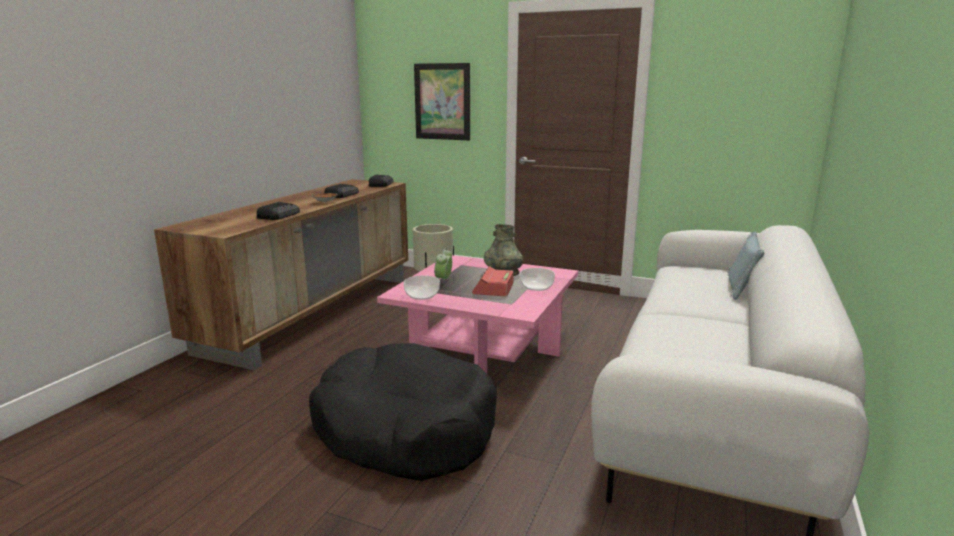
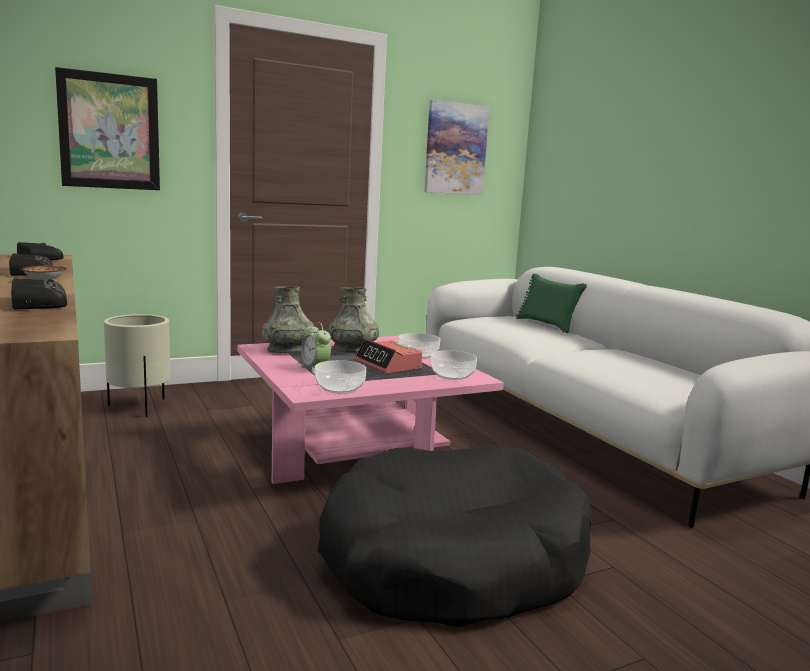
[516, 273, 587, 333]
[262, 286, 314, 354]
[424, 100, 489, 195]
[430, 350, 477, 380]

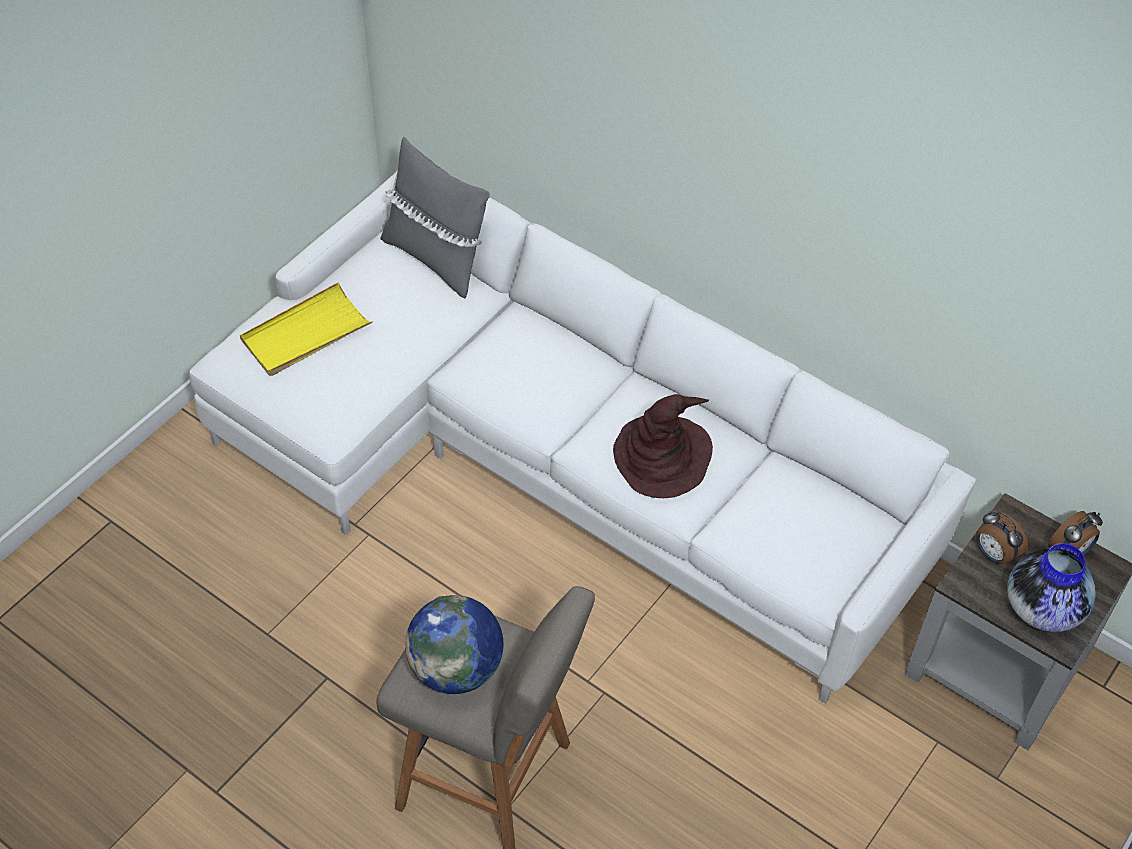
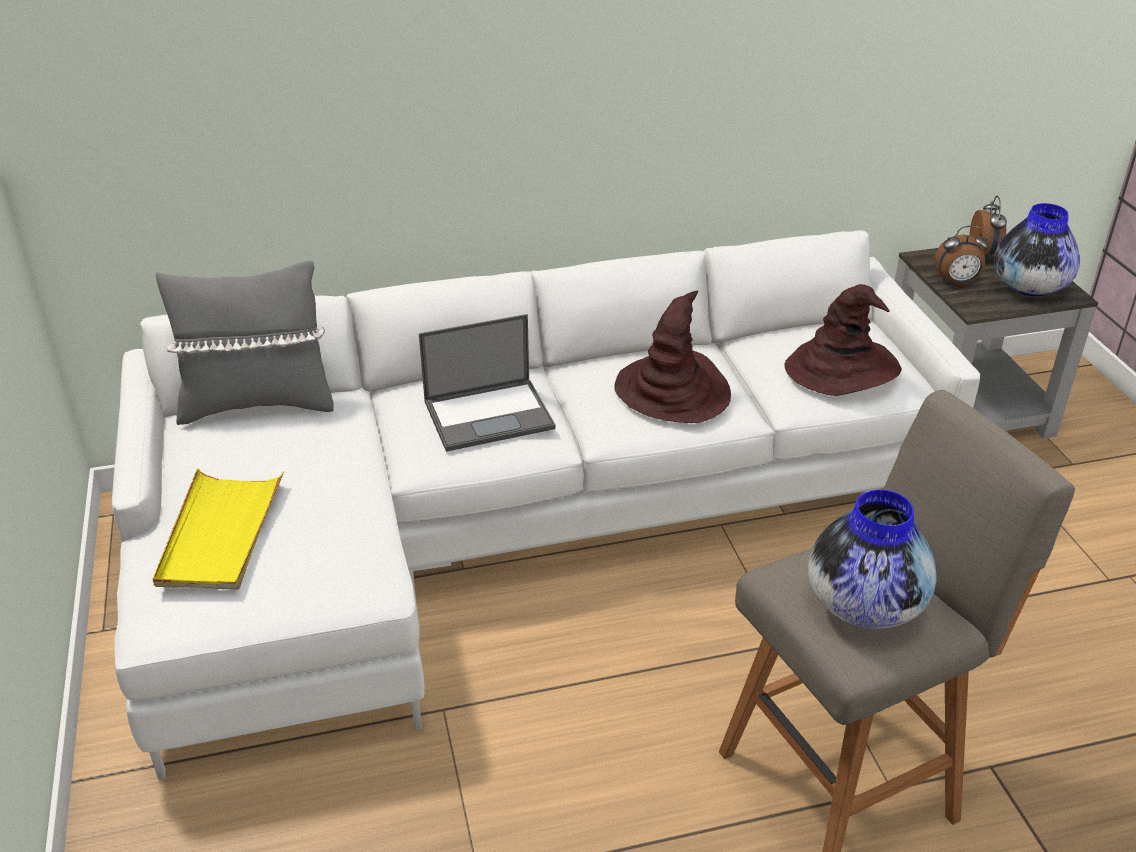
[808, 489, 937, 629]
[419, 314, 555, 452]
[785, 284, 902, 396]

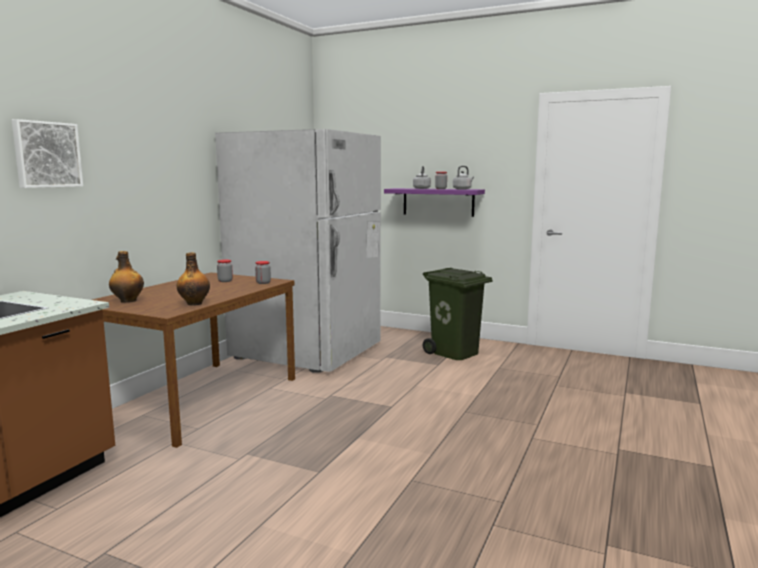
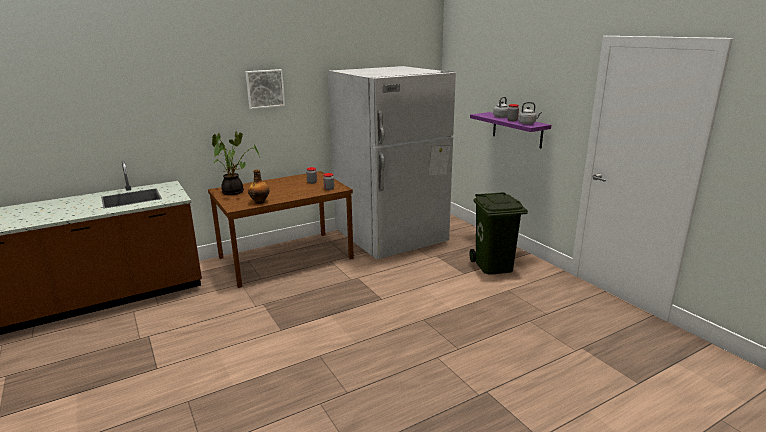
[245, 69, 285, 109]
[212, 131, 260, 195]

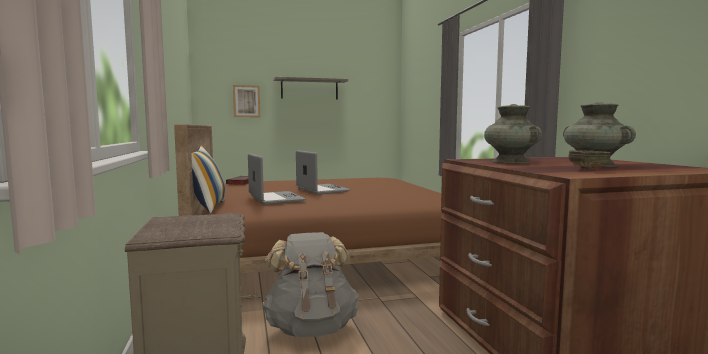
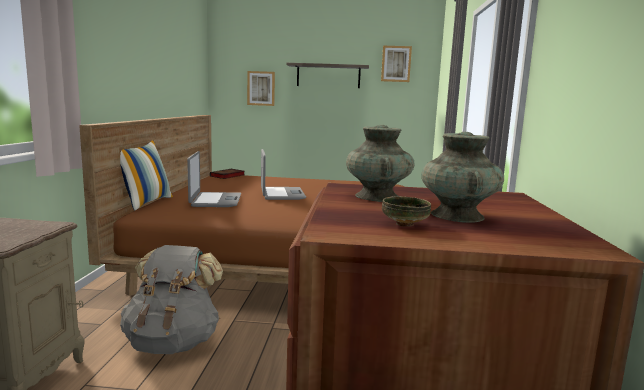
[381, 46, 412, 82]

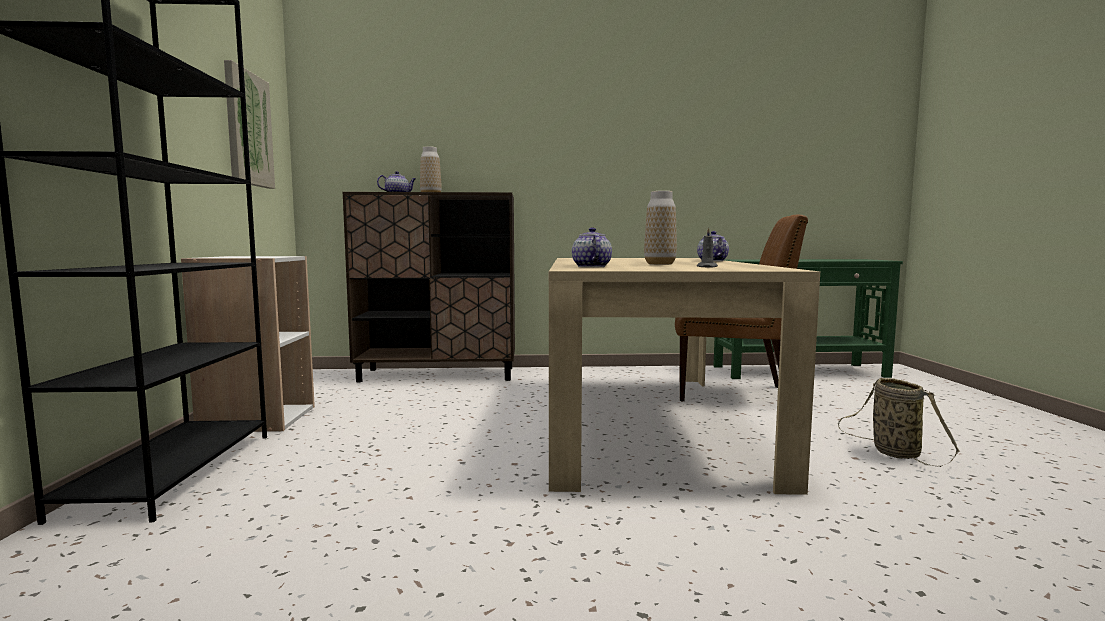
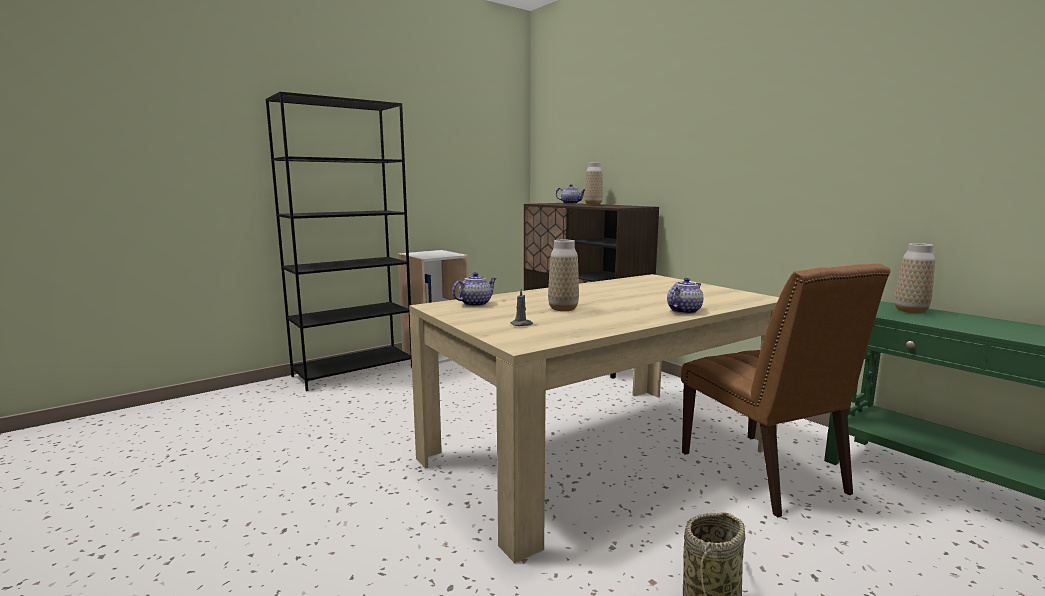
[224, 60, 275, 189] (first image)
[894, 243, 935, 313]

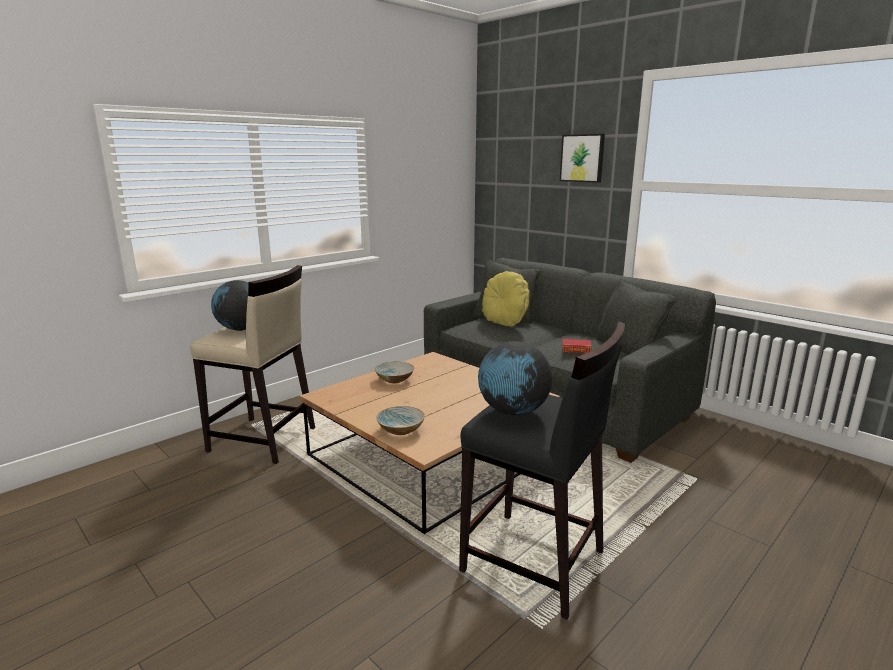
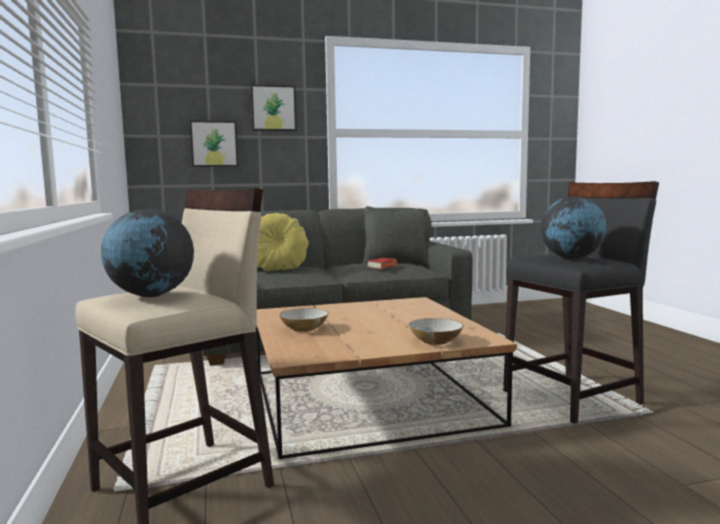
[190, 121, 238, 167]

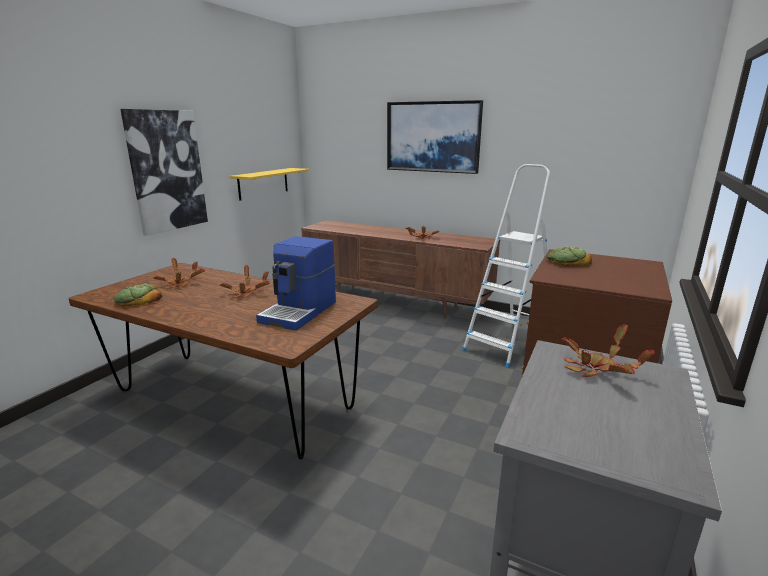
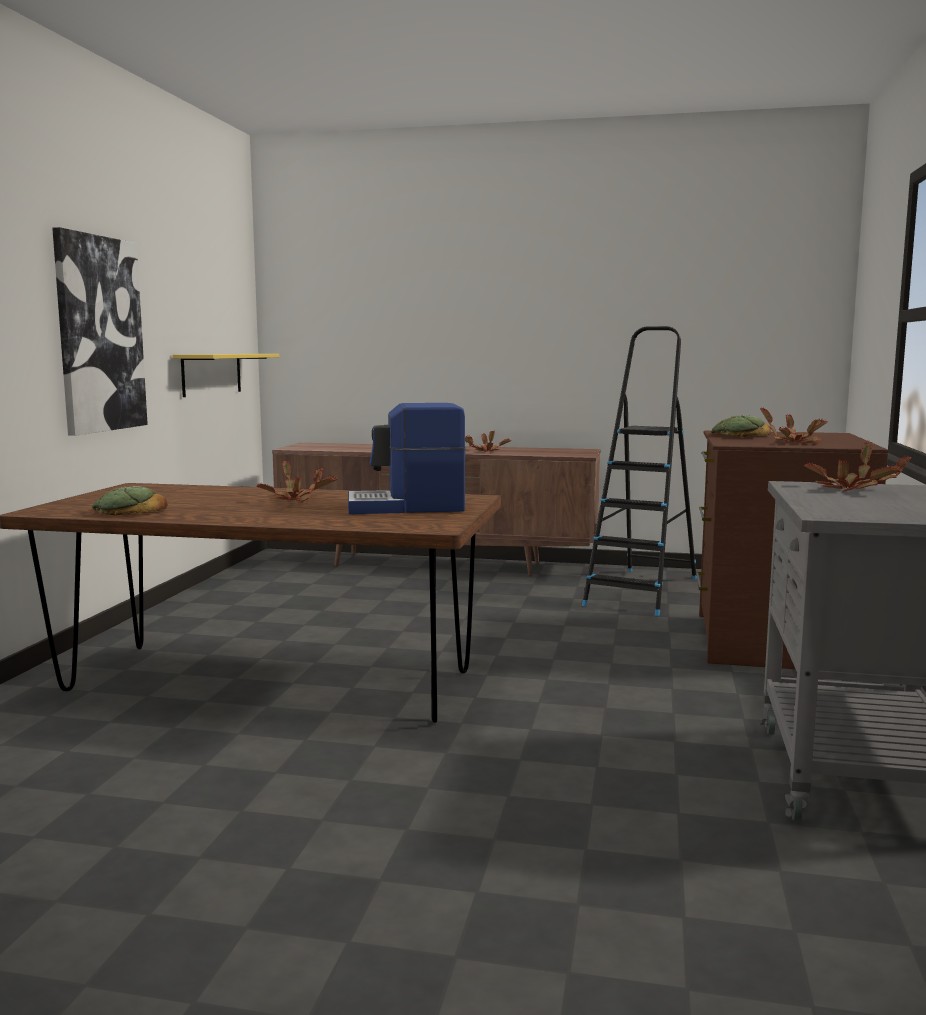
[760, 408, 828, 443]
[348, 403, 466, 514]
[387, 100, 483, 174] (first image)
[582, 326, 697, 616]

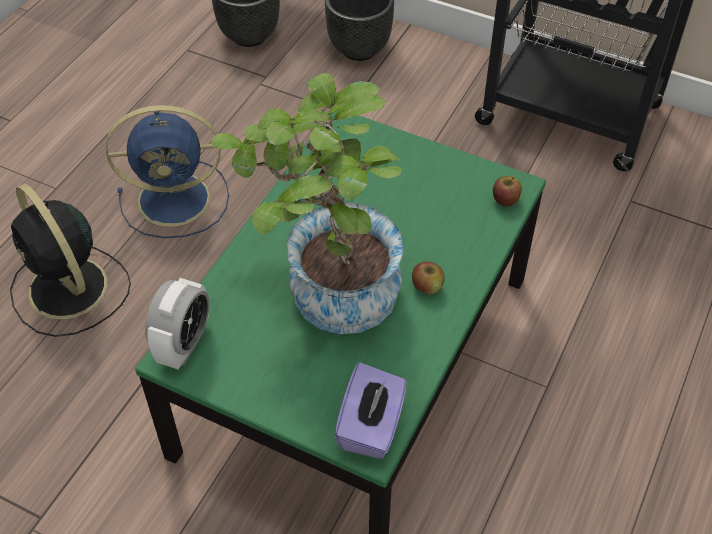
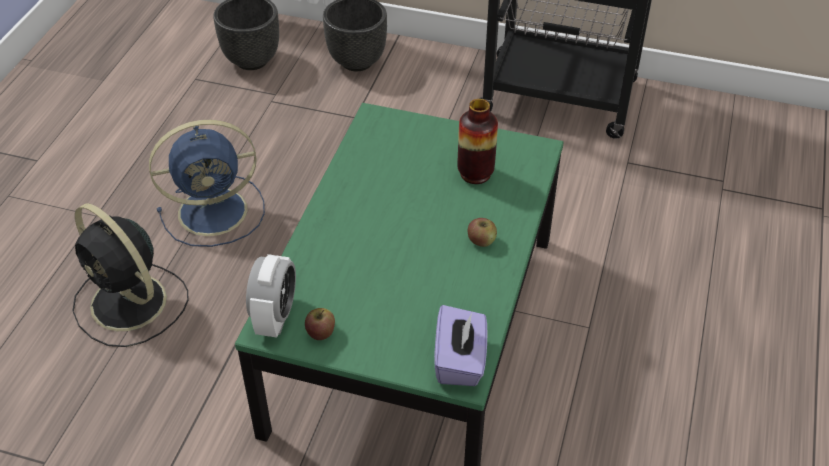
[212, 73, 404, 334] (first image)
[305, 308, 335, 340]
[458, 99, 498, 184]

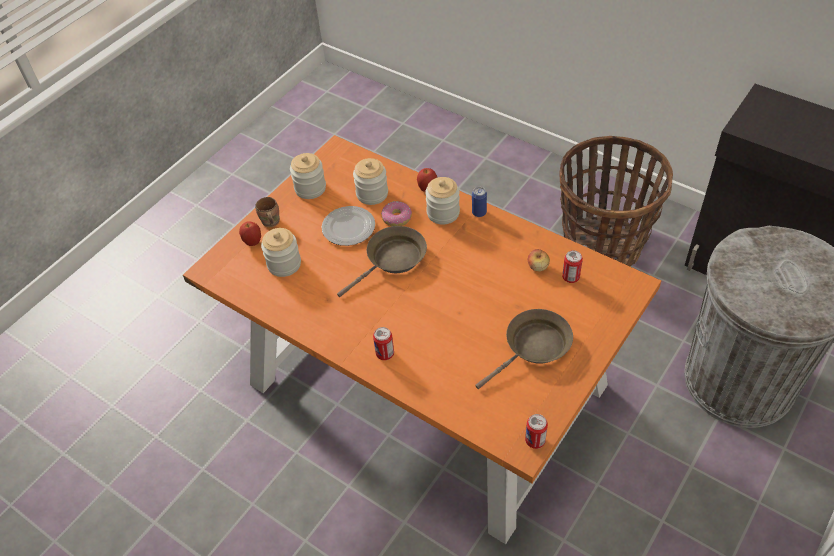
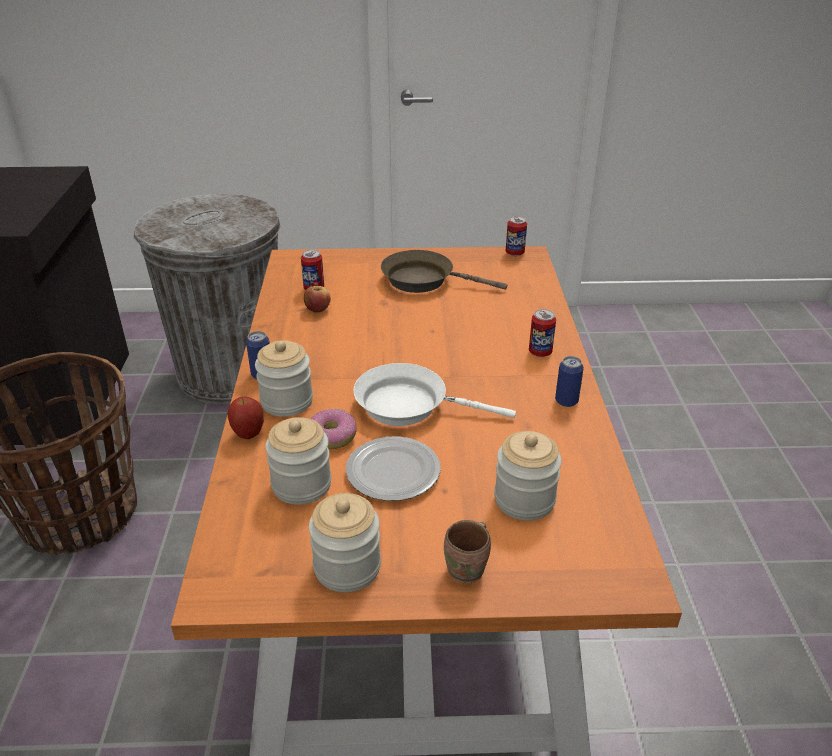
[239, 221, 261, 246] (first image)
[353, 363, 516, 426]
[555, 356, 584, 407]

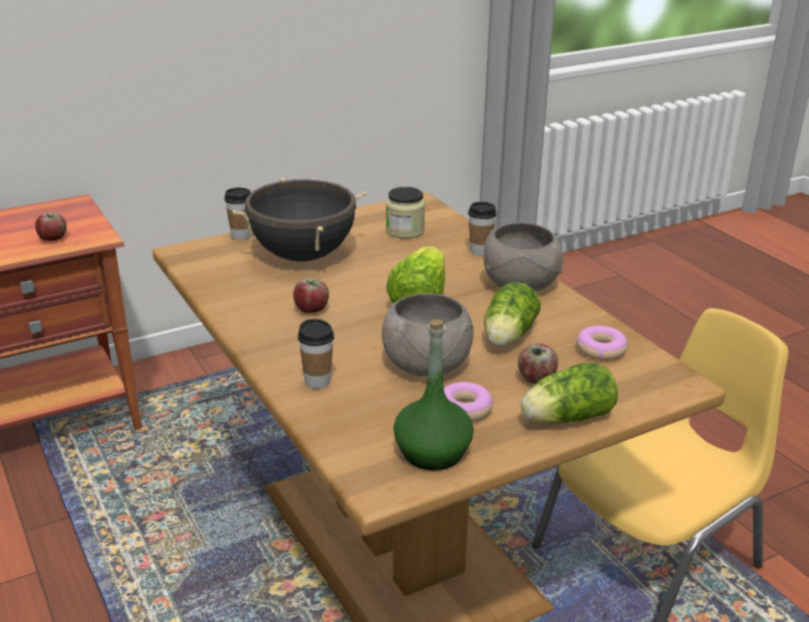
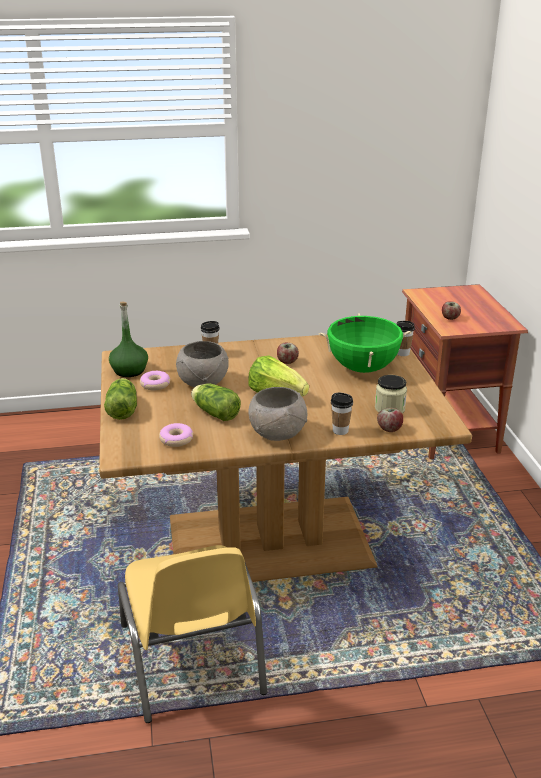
[319, 313, 412, 373]
[377, 408, 403, 432]

